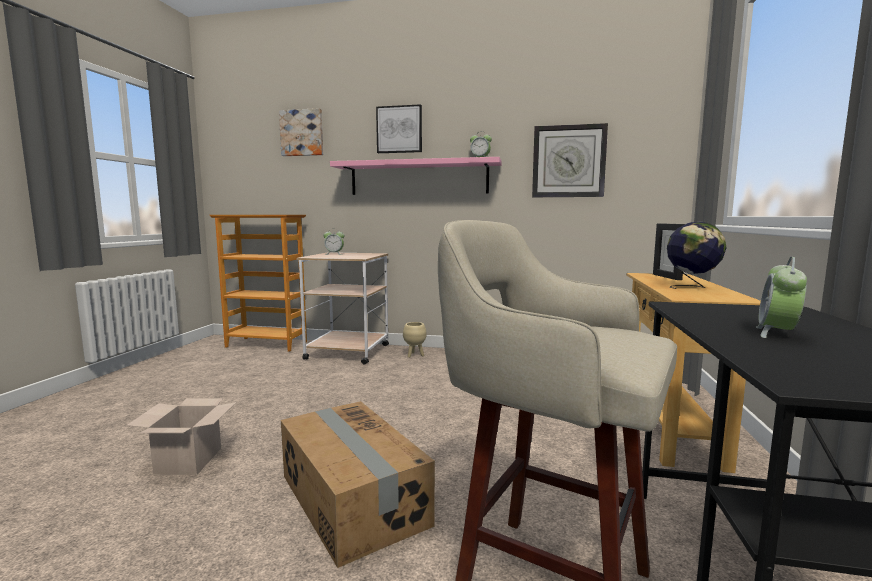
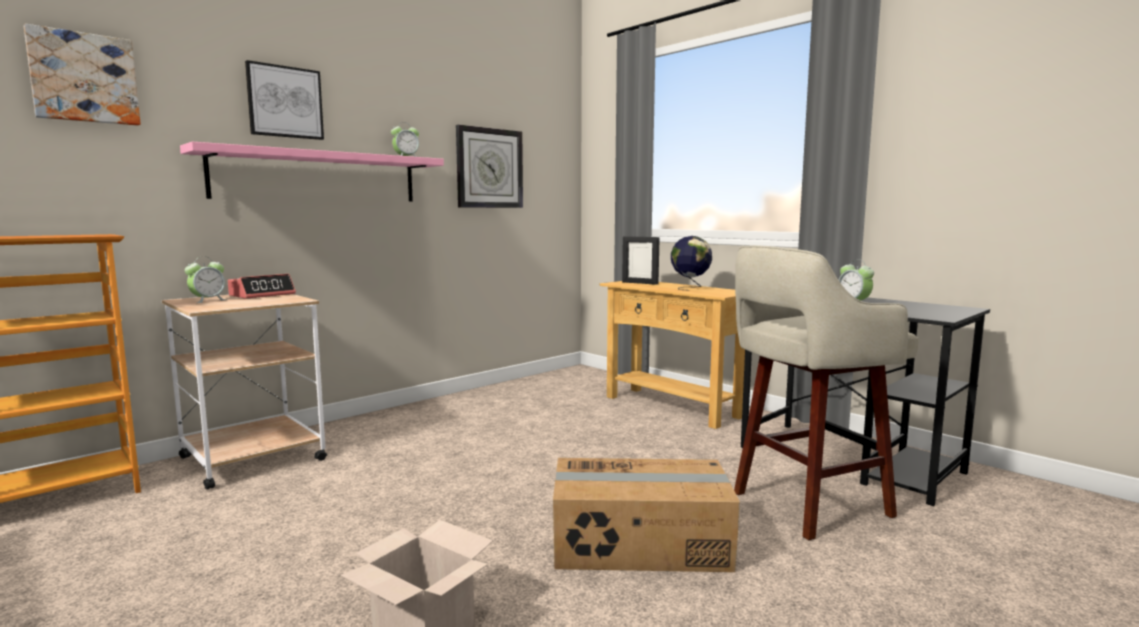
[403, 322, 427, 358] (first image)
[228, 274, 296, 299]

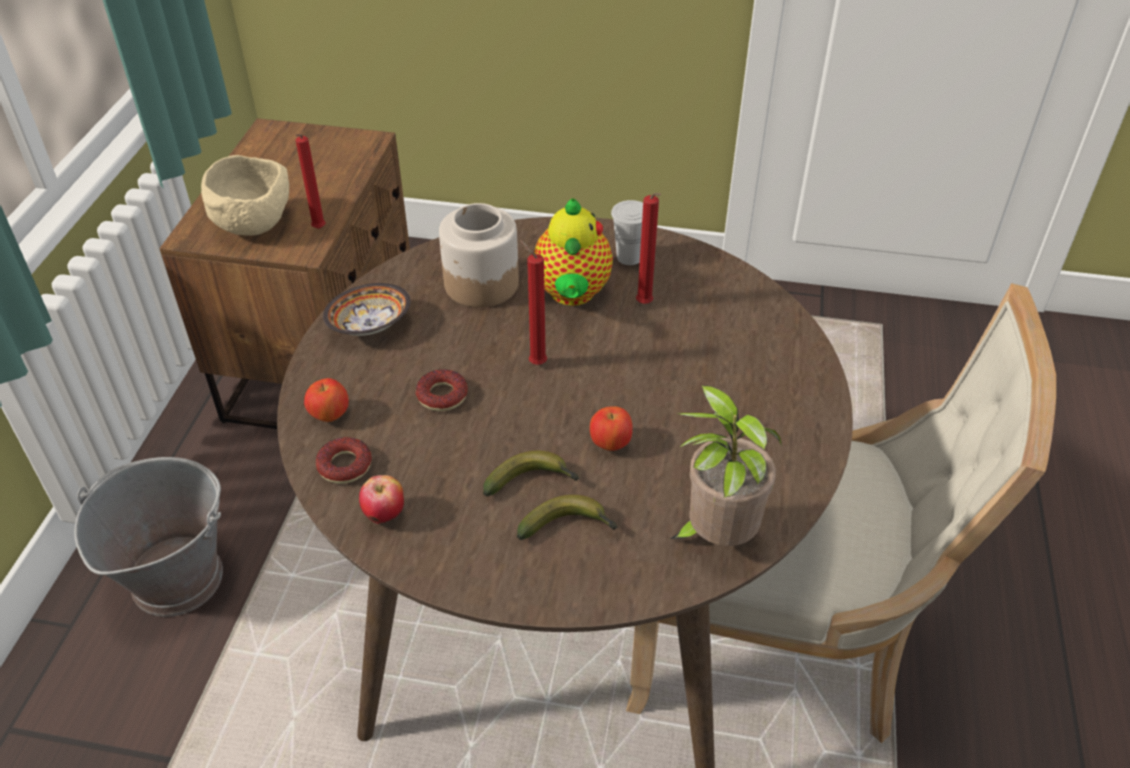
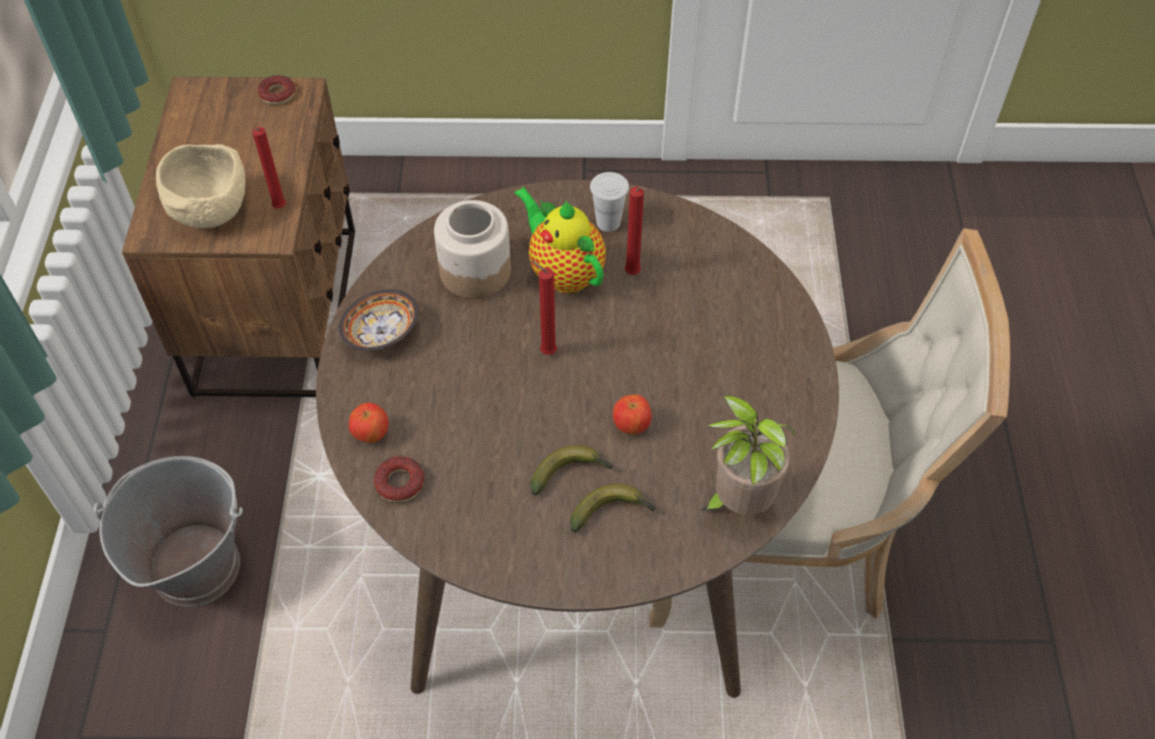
[359, 475, 404, 524] (first image)
[258, 75, 295, 105]
[514, 187, 606, 293]

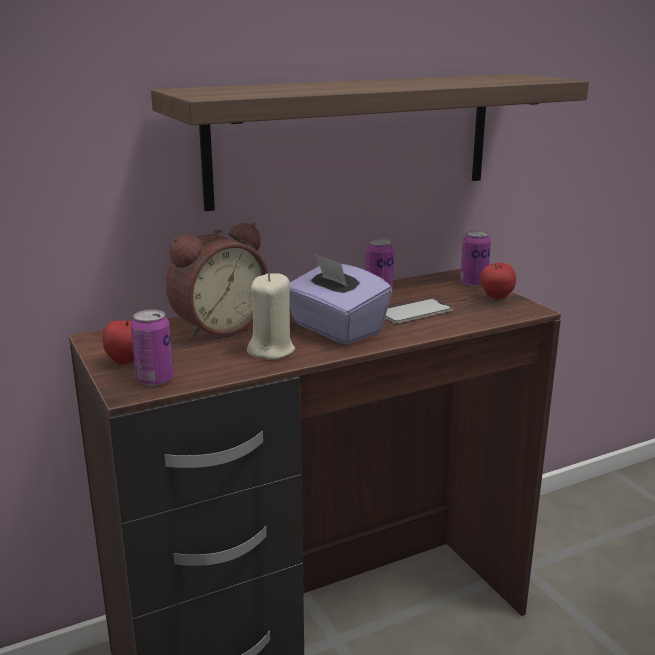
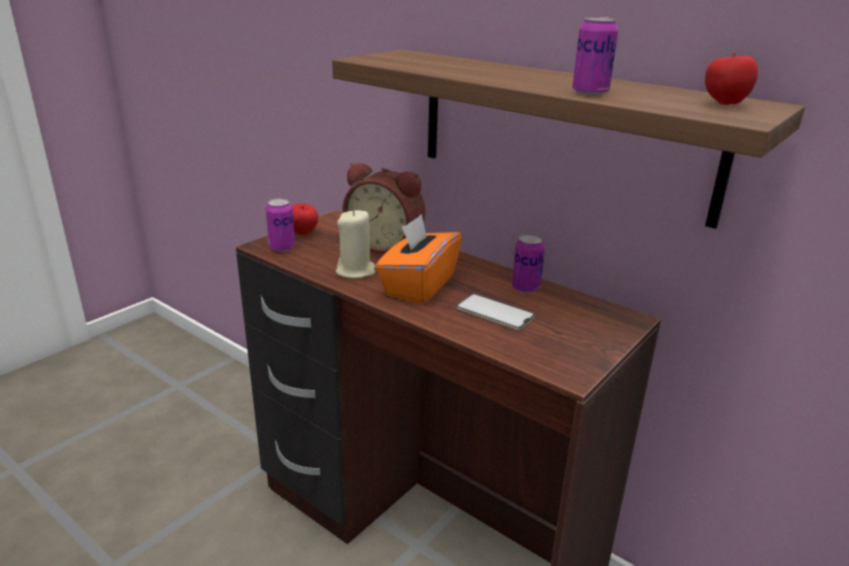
[376, 214, 462, 304]
[572, 17, 618, 96]
[705, 52, 758, 105]

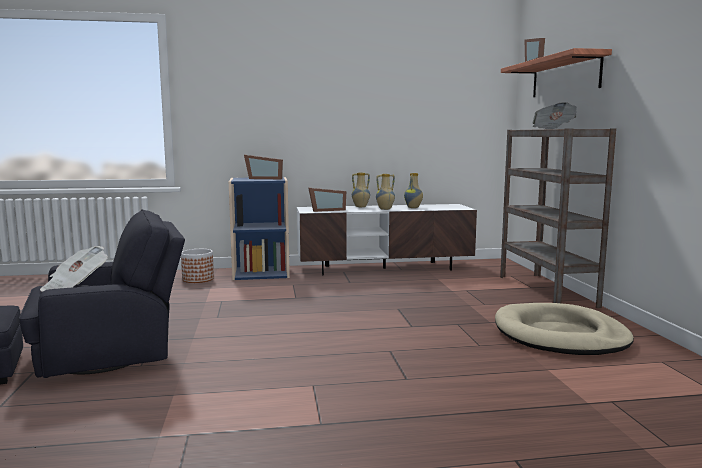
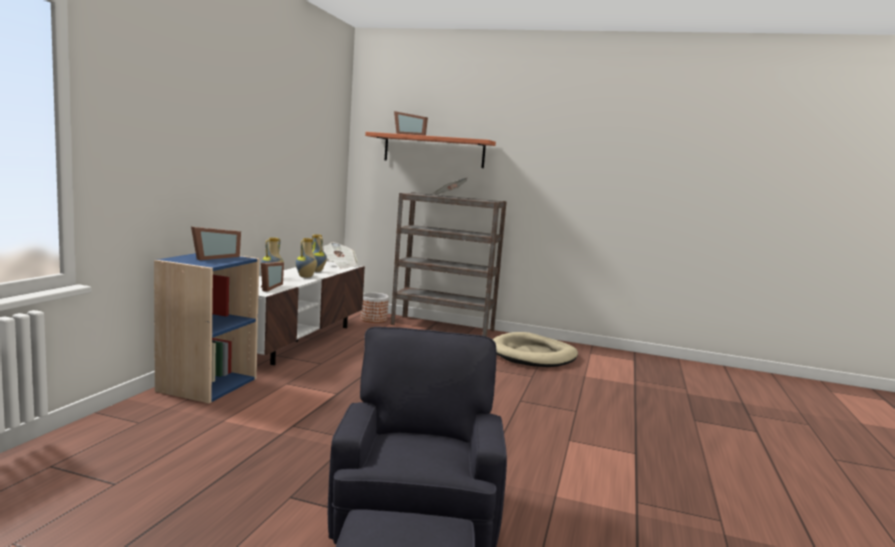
[323, 242, 358, 269]
[361, 293, 389, 323]

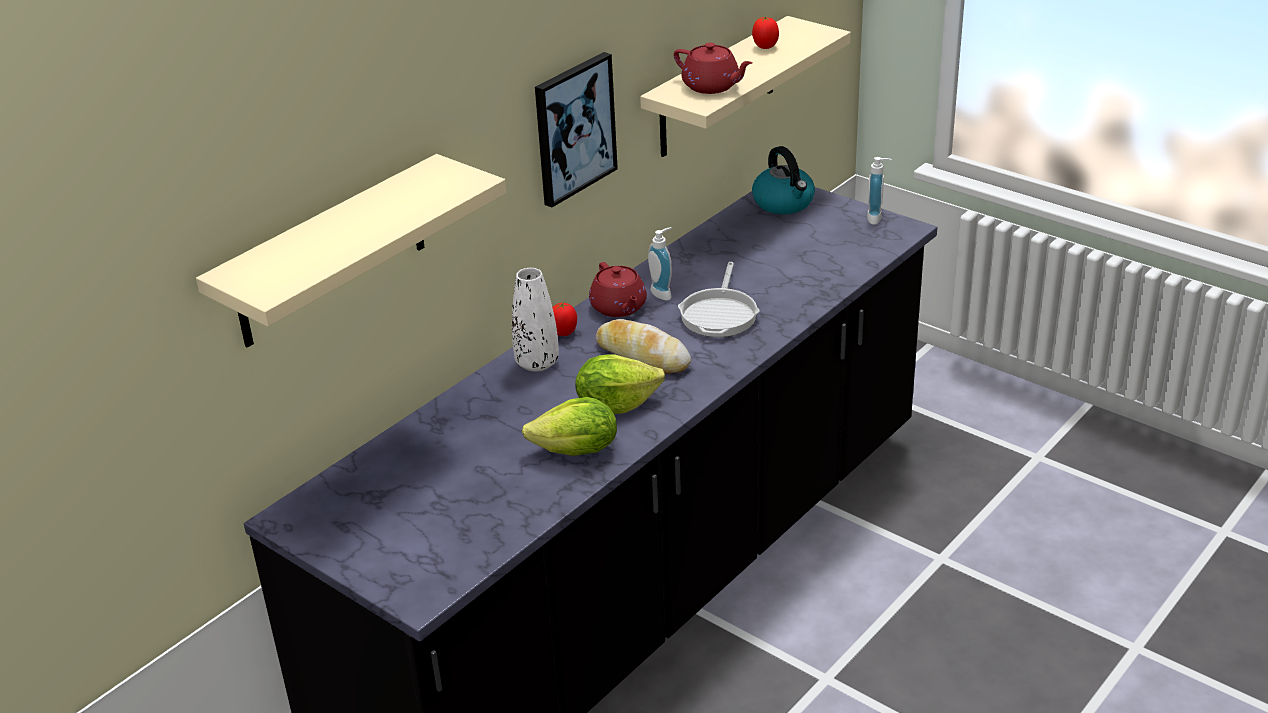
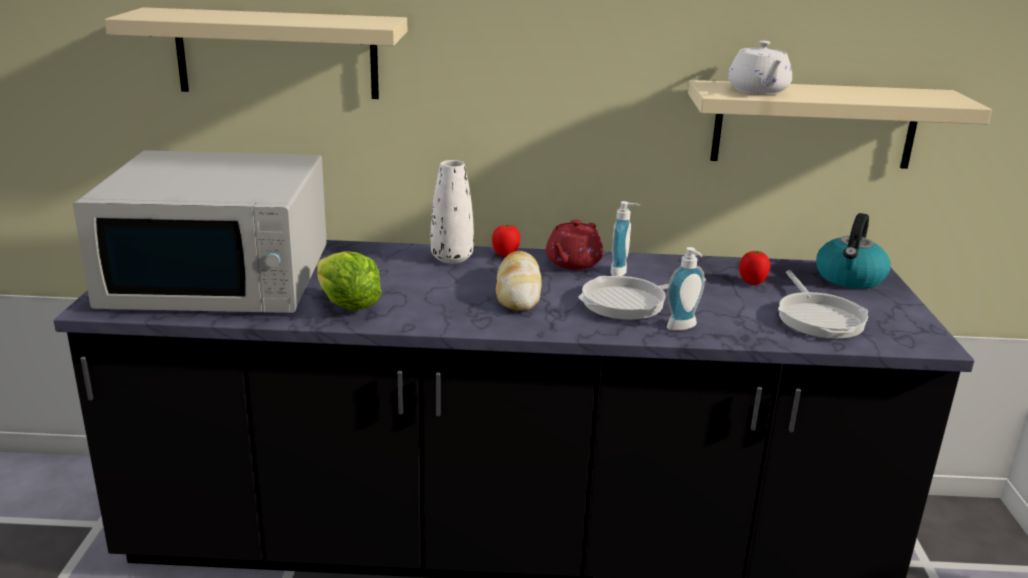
[535, 52, 618, 208] (first image)
[575, 355, 665, 414] (first image)
[728, 41, 792, 95]
[739, 251, 770, 285]
[667, 247, 705, 330]
[73, 150, 327, 313]
[778, 270, 868, 339]

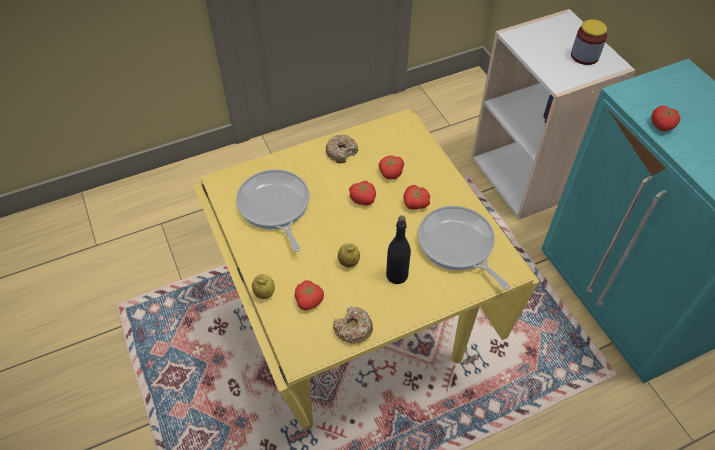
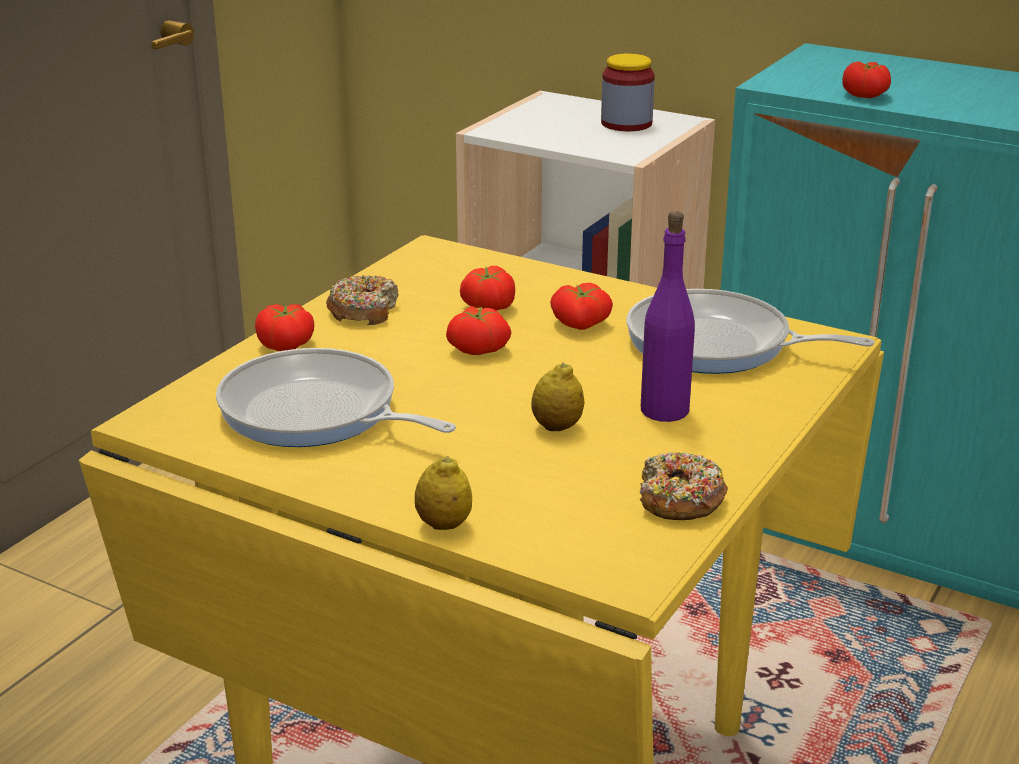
[255, 304, 314, 351]
[641, 211, 695, 422]

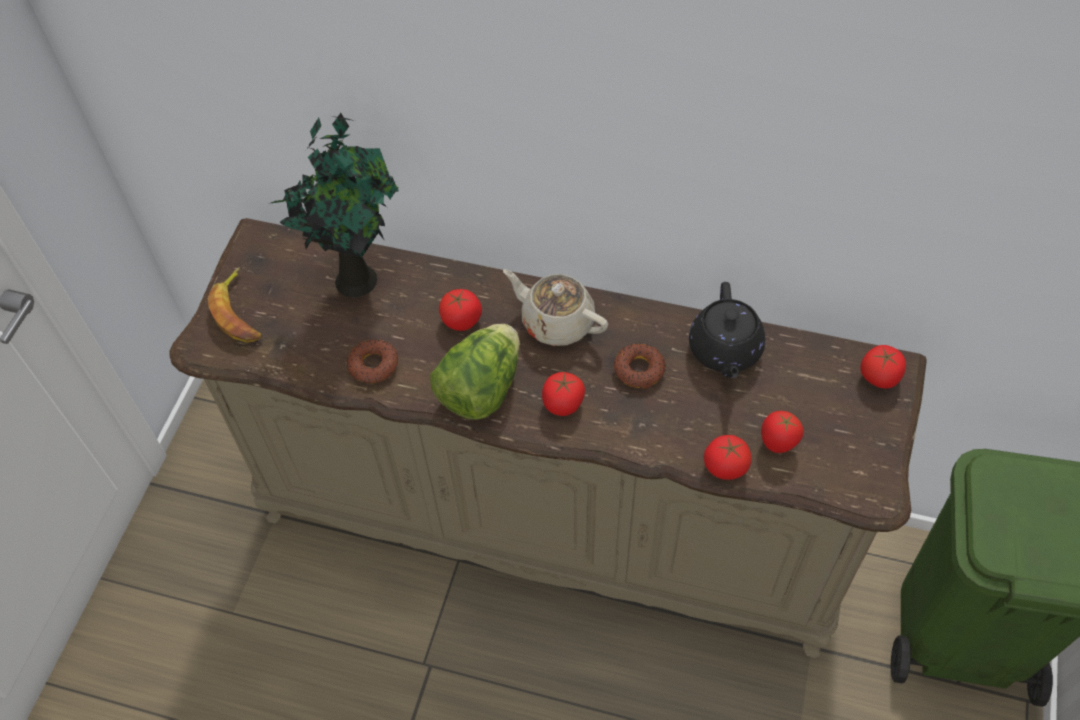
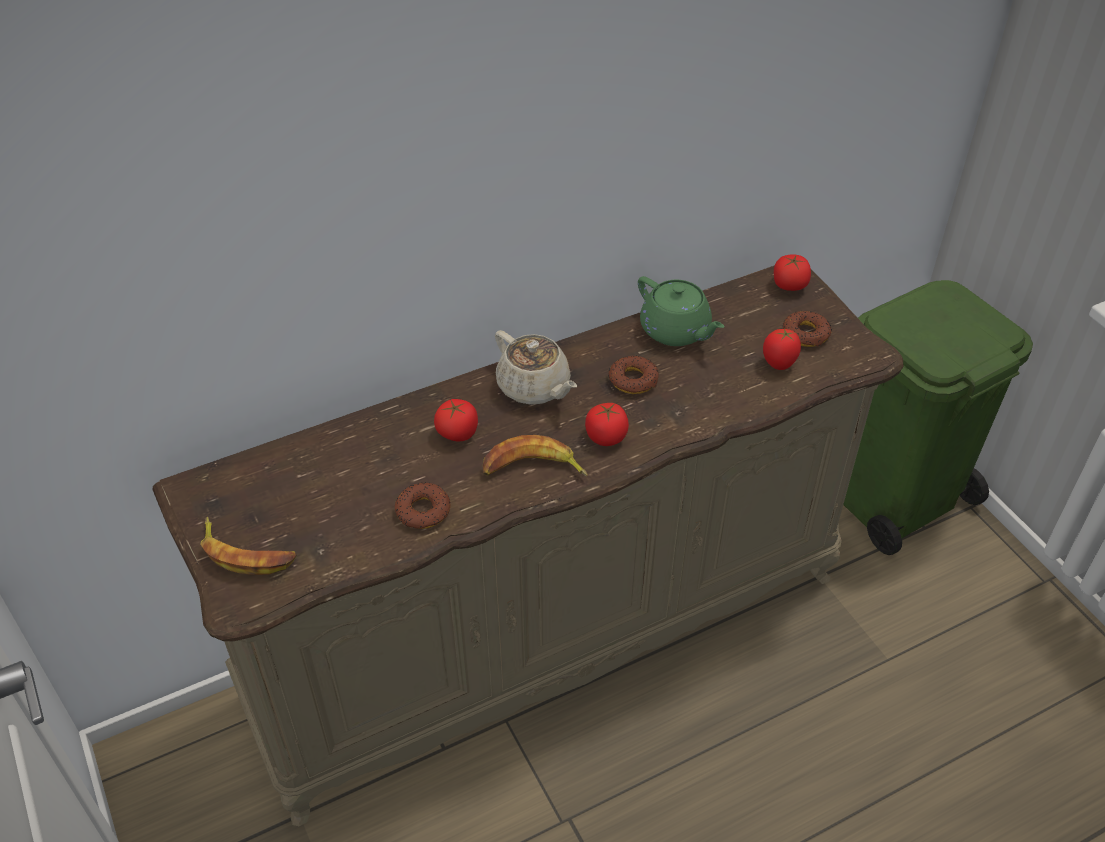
[268, 113, 399, 298] (first image)
[483, 435, 588, 476]
[495, 330, 577, 405]
[638, 276, 724, 346]
[704, 435, 752, 480] (first image)
[783, 311, 832, 347]

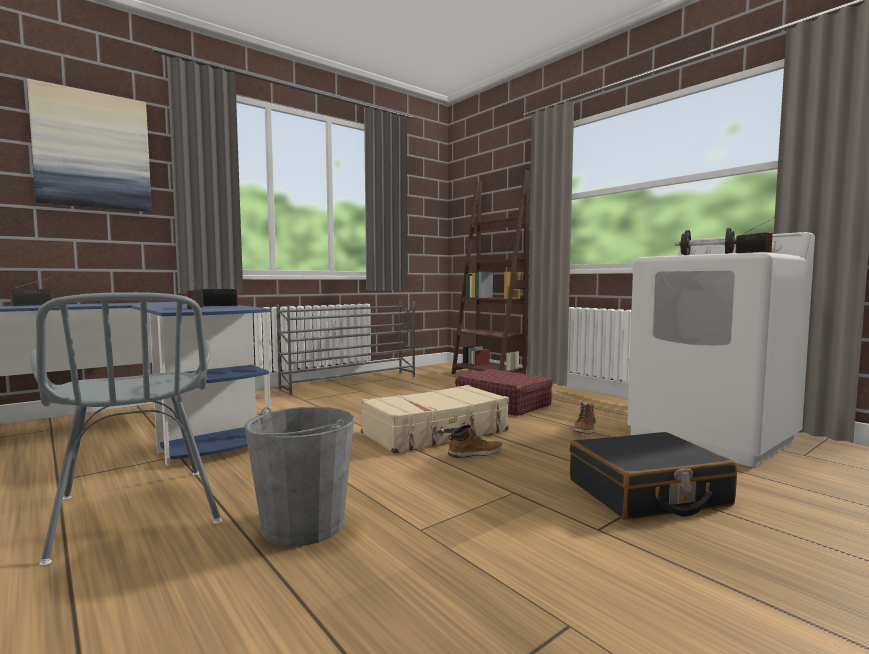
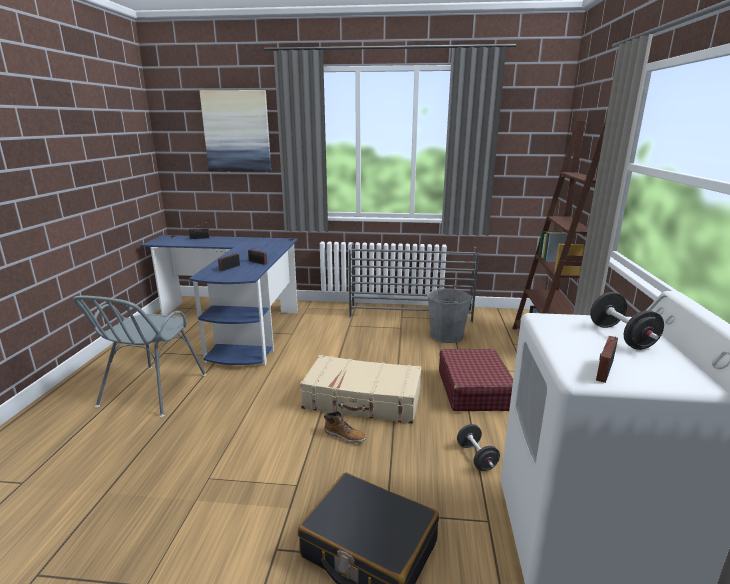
[427, 287, 471, 343]
[457, 424, 500, 471]

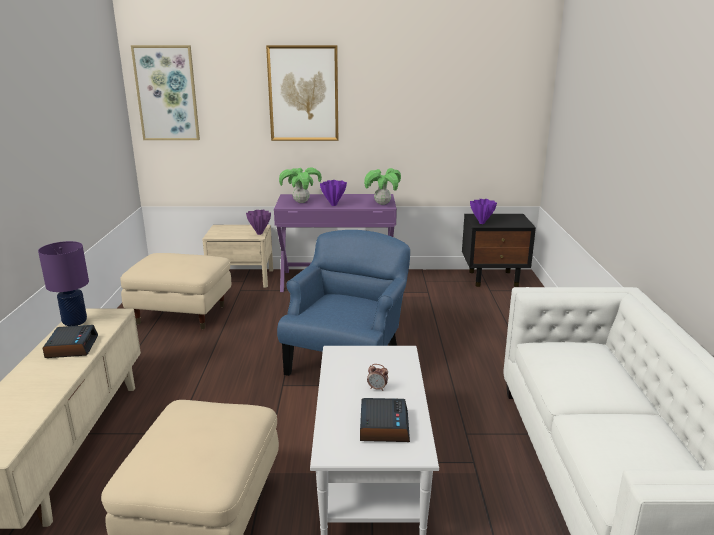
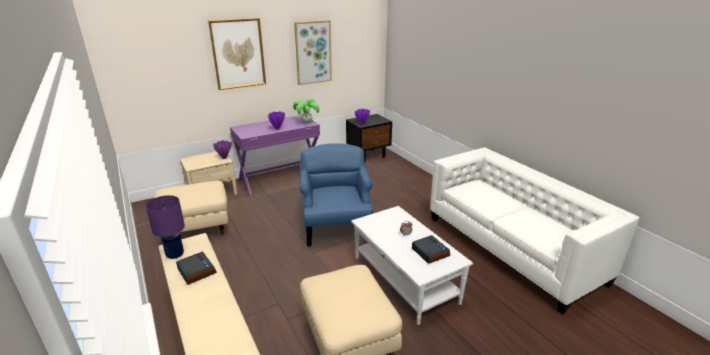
[294, 20, 332, 85]
[279, 167, 322, 203] (first image)

